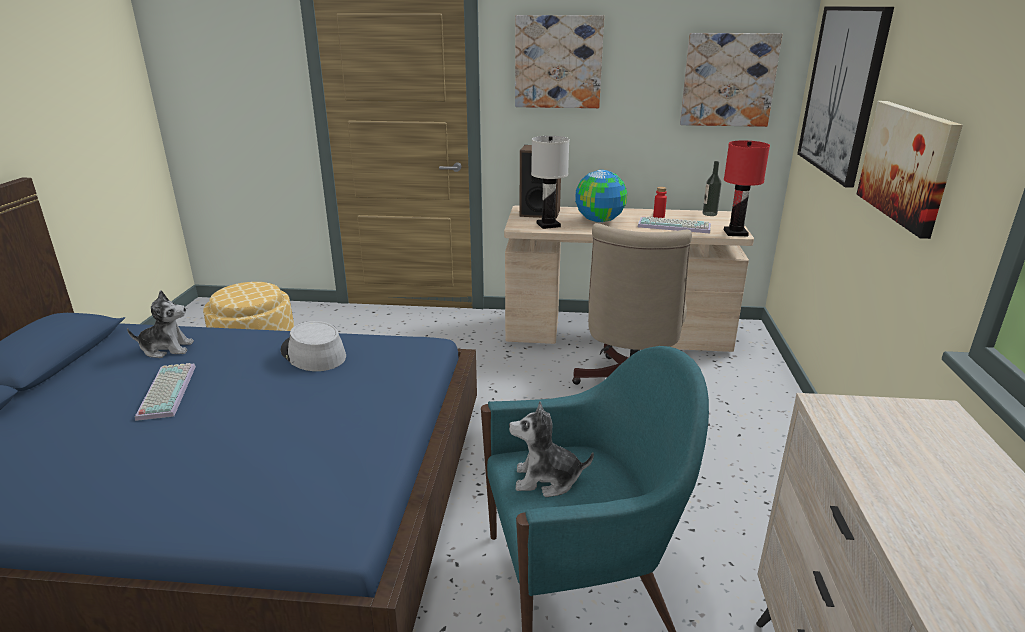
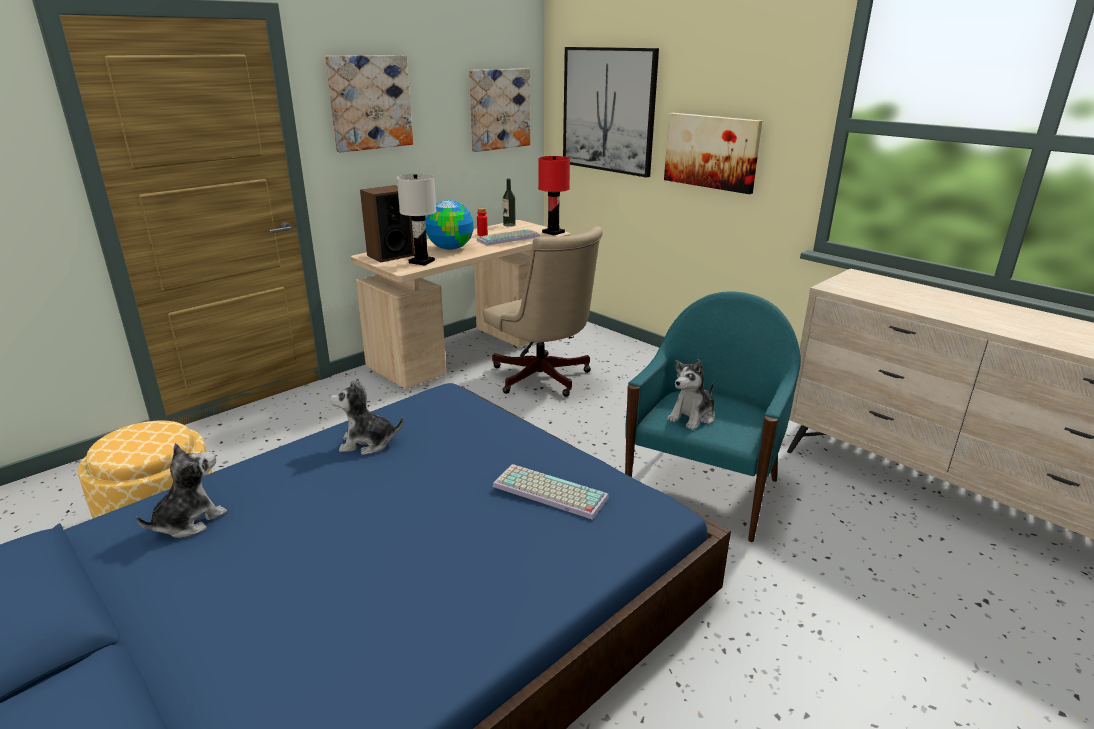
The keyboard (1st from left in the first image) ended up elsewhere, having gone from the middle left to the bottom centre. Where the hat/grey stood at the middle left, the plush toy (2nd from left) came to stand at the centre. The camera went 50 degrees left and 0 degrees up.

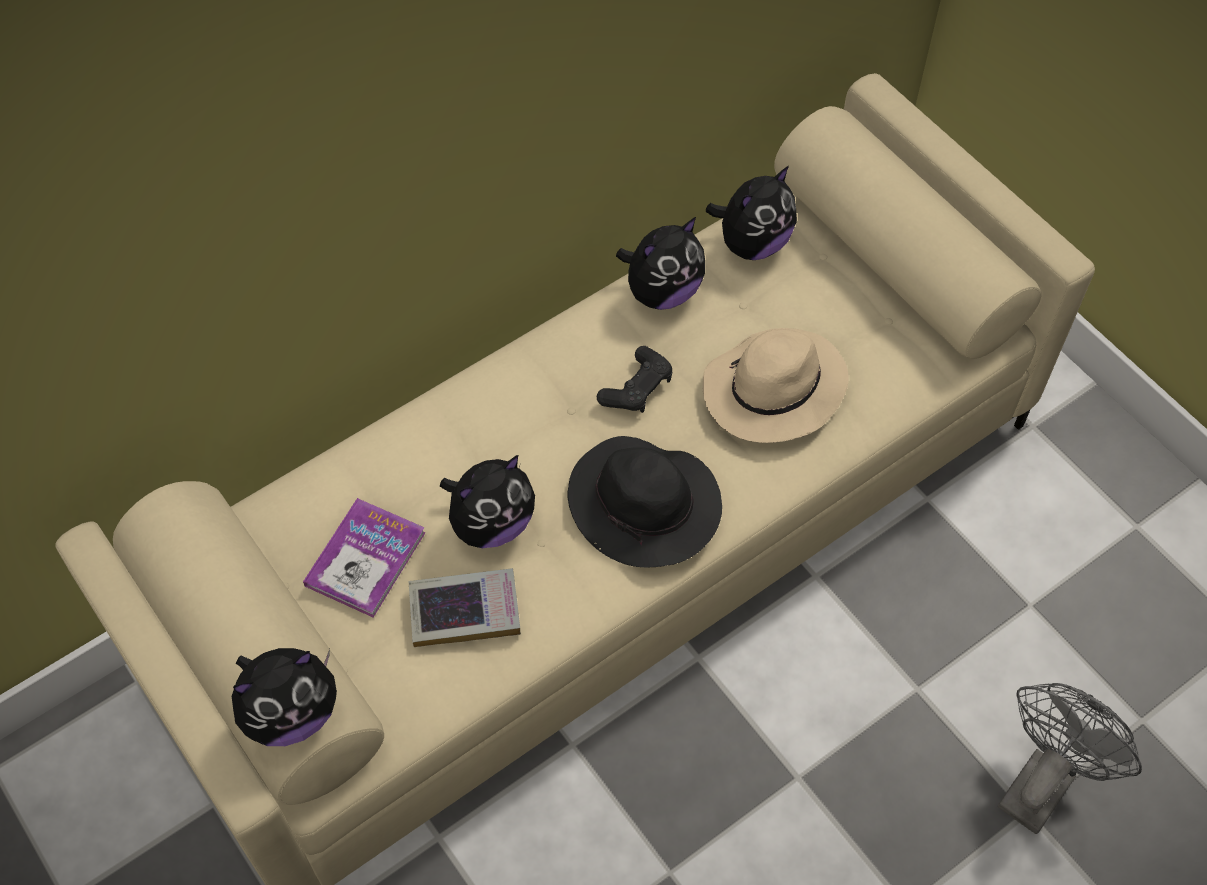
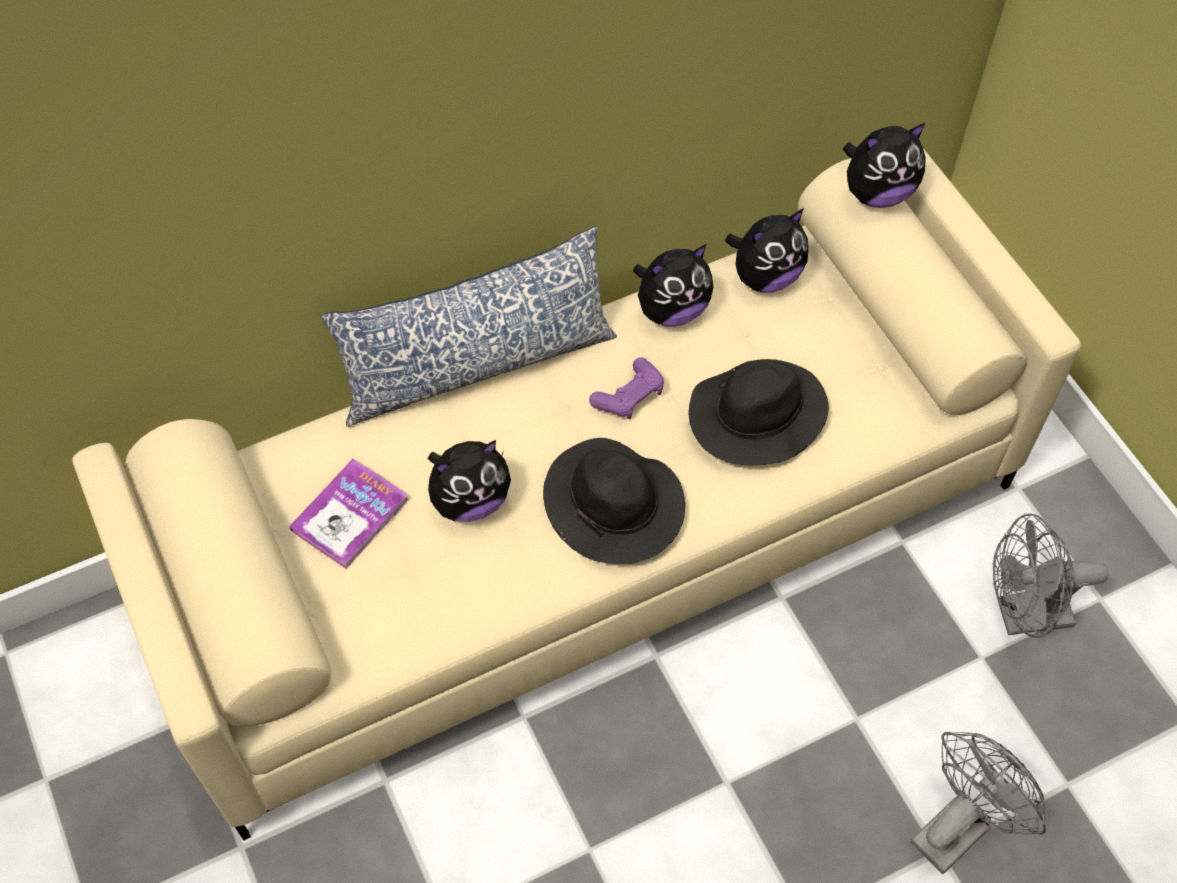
The plush toy (1st from left in the first image) ended up elsewhere, having gone from the bottom left to the top right. The second view lost the book (2nd from left) at the bottom centre. What was the game controller/black at the centre turned into the game controller/purple at the centre. What was the hat/beige at the centre turned into the hat/black (2nd from left) at the centre. The second view gained the pillow at the centre. The second view gained the fan/grey (2nd from left) at the middle right. The camera went 10 degrees right and 0 degrees up.

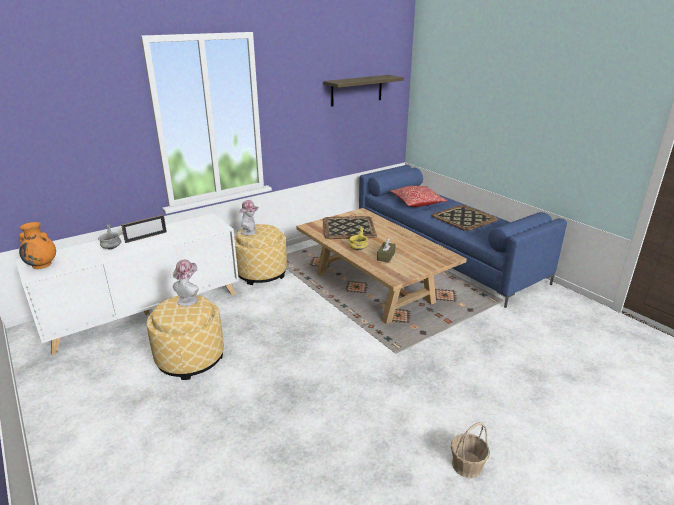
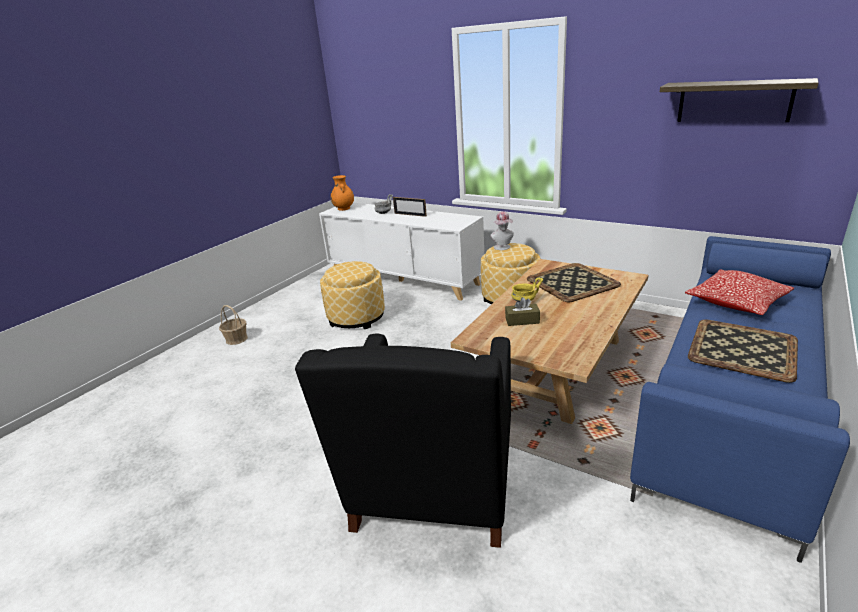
The second view lost the hat (1st from left) at the middle left. The basket ended up elsewhere, having gone from the bottom right to the middle left. The second view gained the armchair/black at the bottom centre. The camera went 70 degrees right and 0 degrees up.

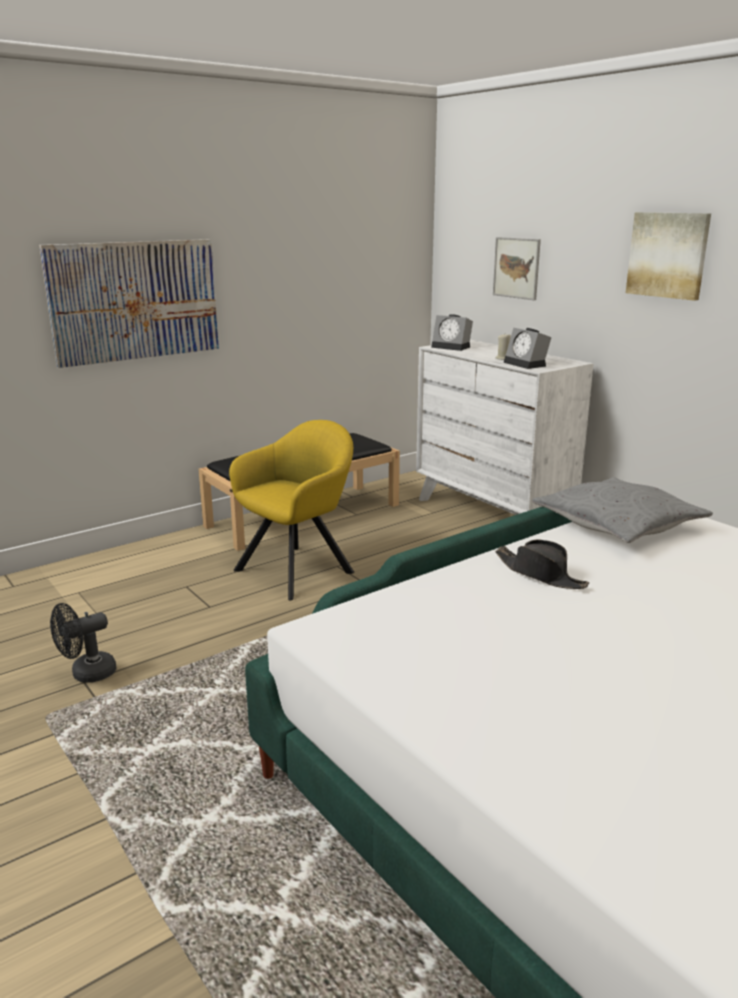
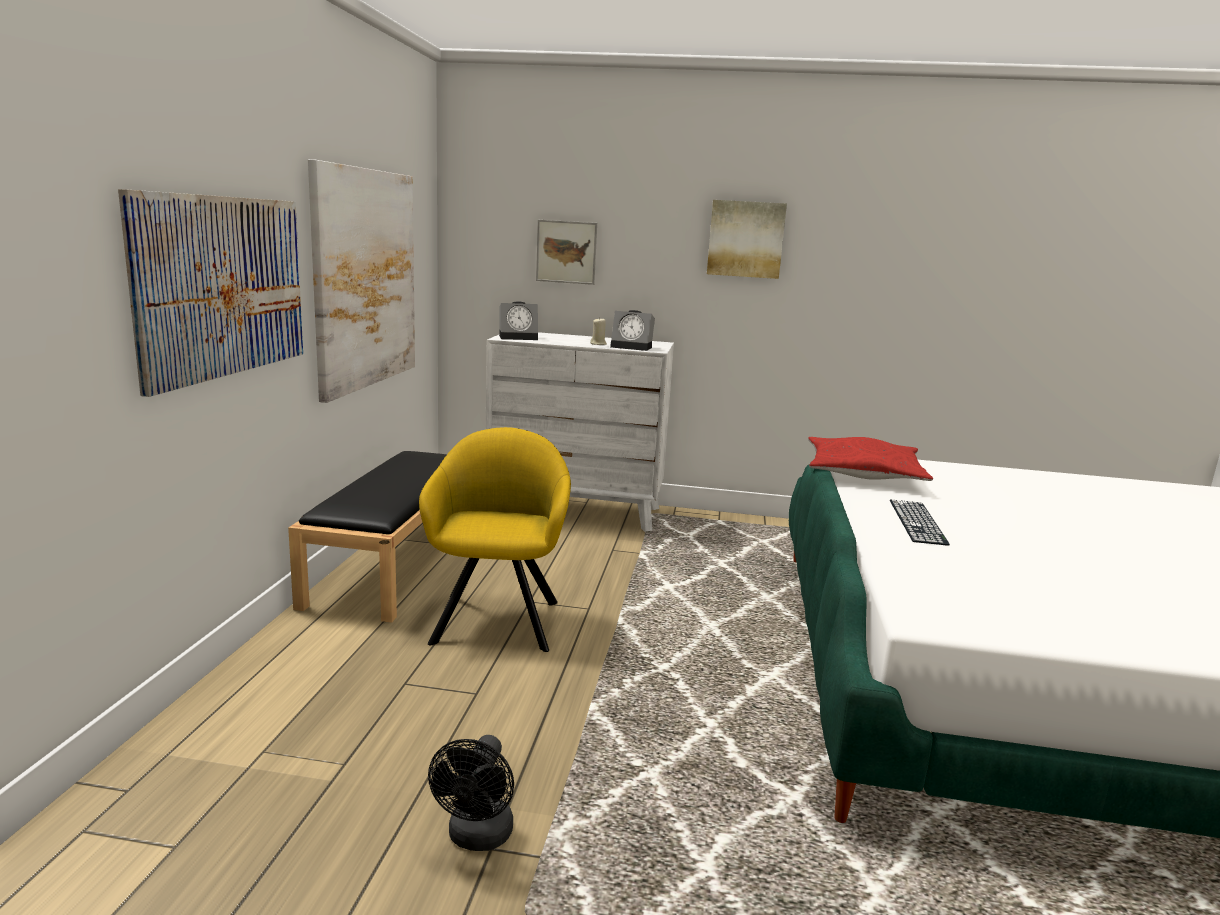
Where the hat/black stood at the middle right, the keyboard came to stand at the middle right. What was the pillow/grey at the middle right turned into the pillow/red at the middle right. The second view gained the picture (2nd from left) at the top left. The camera went 45 degrees left and 5 degrees down.

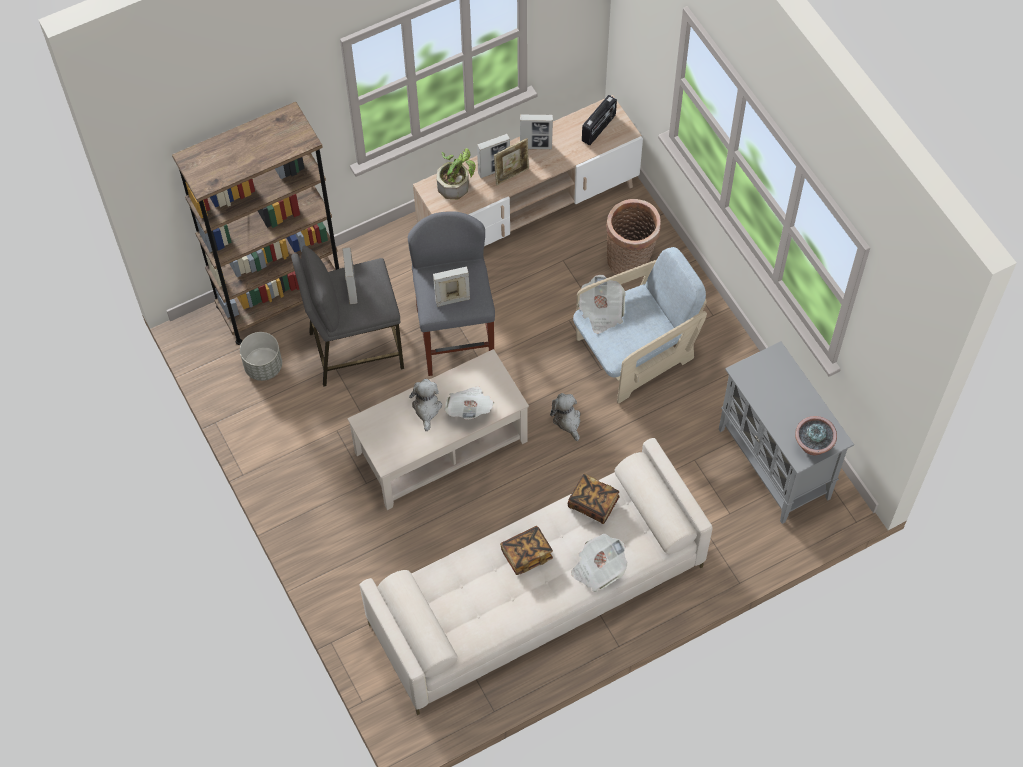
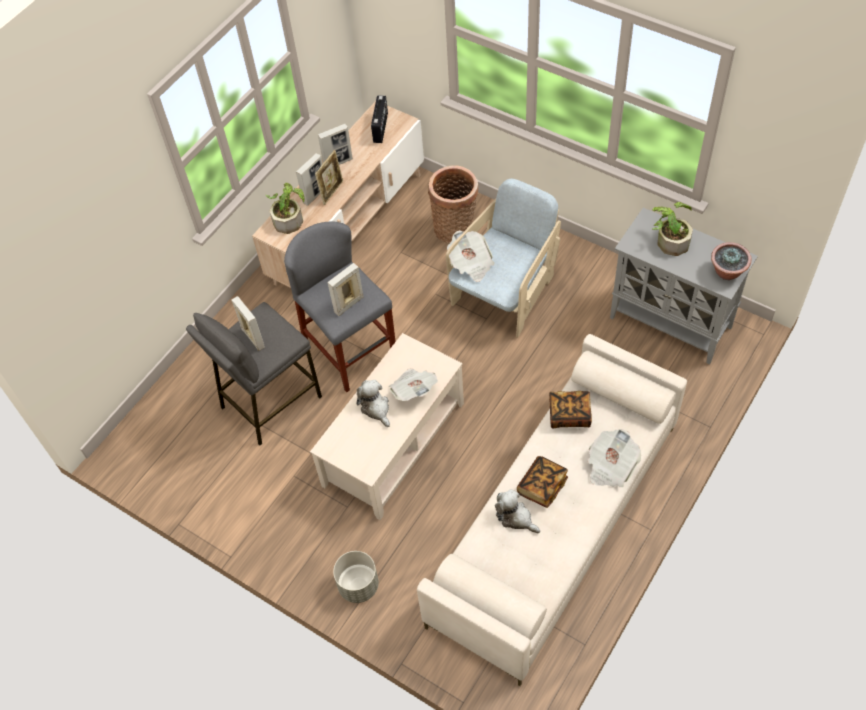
The second view lost the bookcase/brown at the top left. The planter/grey ended up elsewhere, having gone from the middle left to the bottom centre. The plush toy (2nd from left) ended up elsewhere, having gone from the centre to the bottom centre. The second view gained the potted plant (2nd from left) at the top right. The camera went 25 degrees left and 5 degrees down.

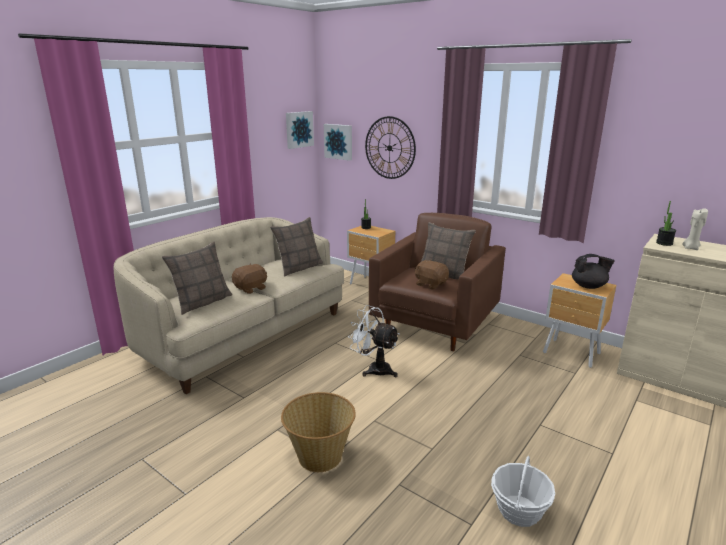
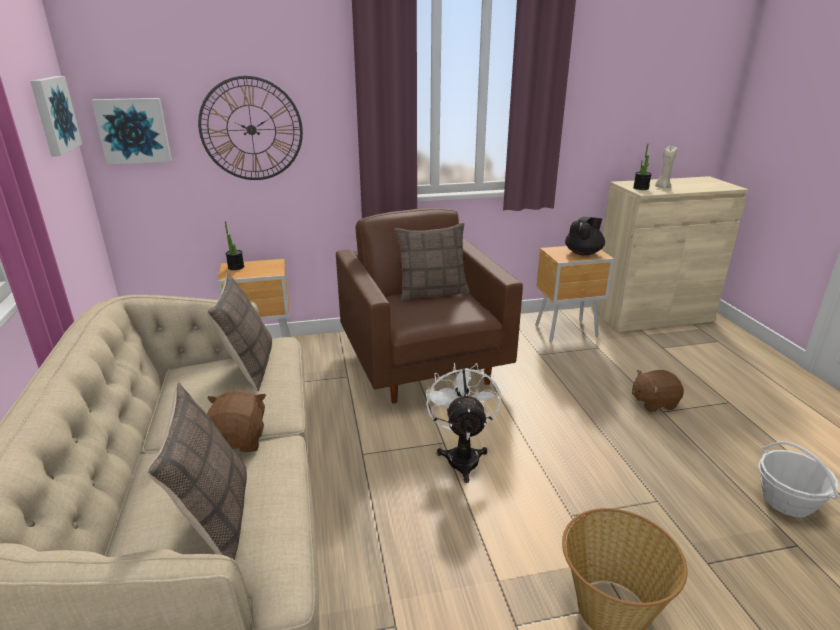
The fan/white at the centre ended up facing another way, 105 degrees clockwise from before. The plush toy/brown (2nd from left) ended up elsewhere, having gone from the centre to the middle right. The camera went 50 degrees left and 5 degrees up.

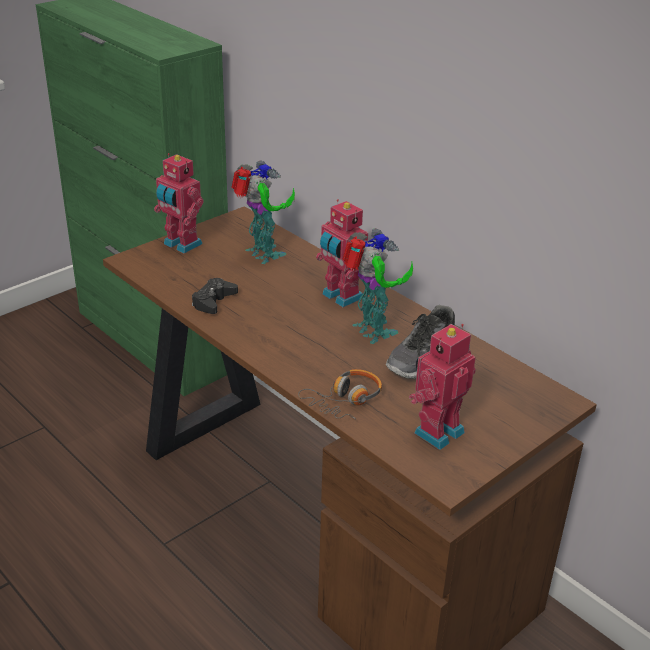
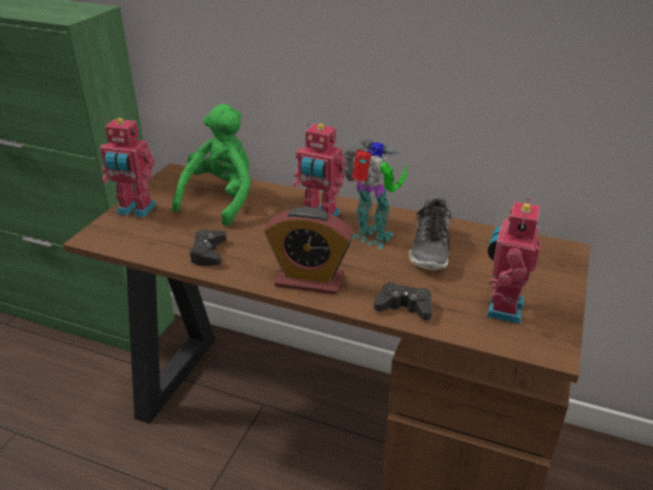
Where the toy robot (2nd from left) stood at the top centre, the plush toy/green came to stand at the middle left. Where the headphones stood at the centre, the game controller/black (2nd from left) came to stand at the centre. The second view gained the alarm clock at the centre. The camera went 25 degrees left and 0 degrees up.

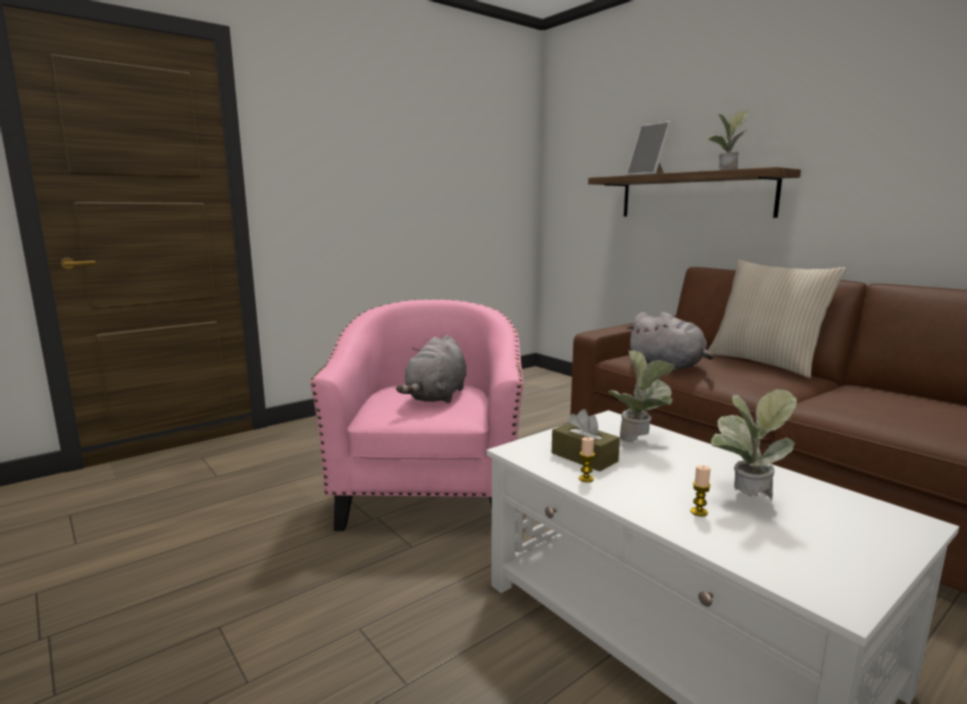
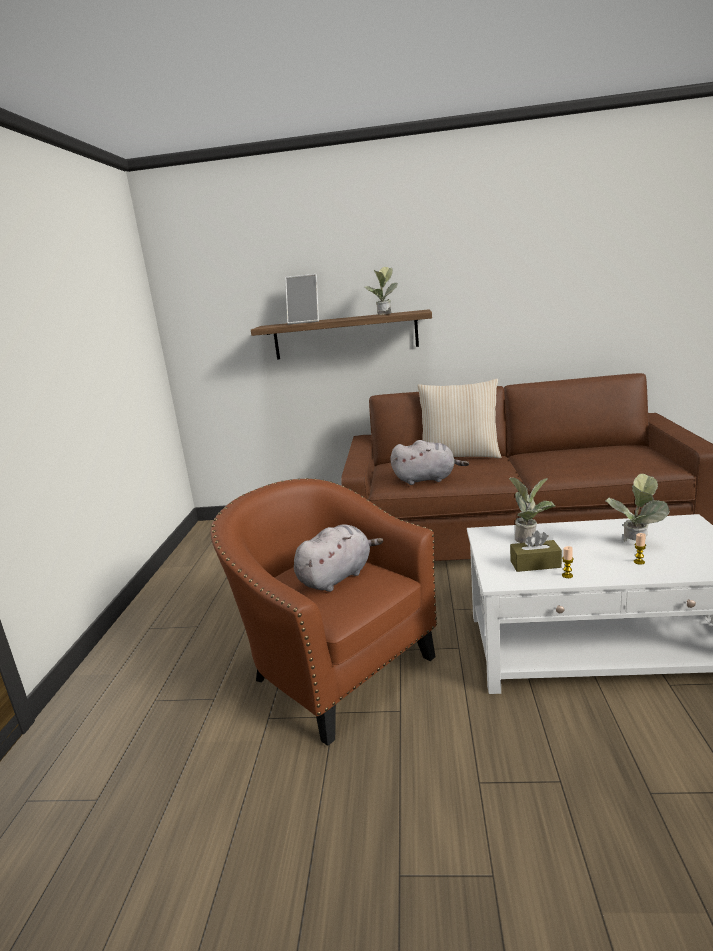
What was the armchair/pink at the centre turned into the armchair/brown at the centre. The plush toy/grey (1st from left) at the centre ended up facing another way, 105 degrees counterclockwise from before. The camera went 45 degrees left and 5 degrees up.

